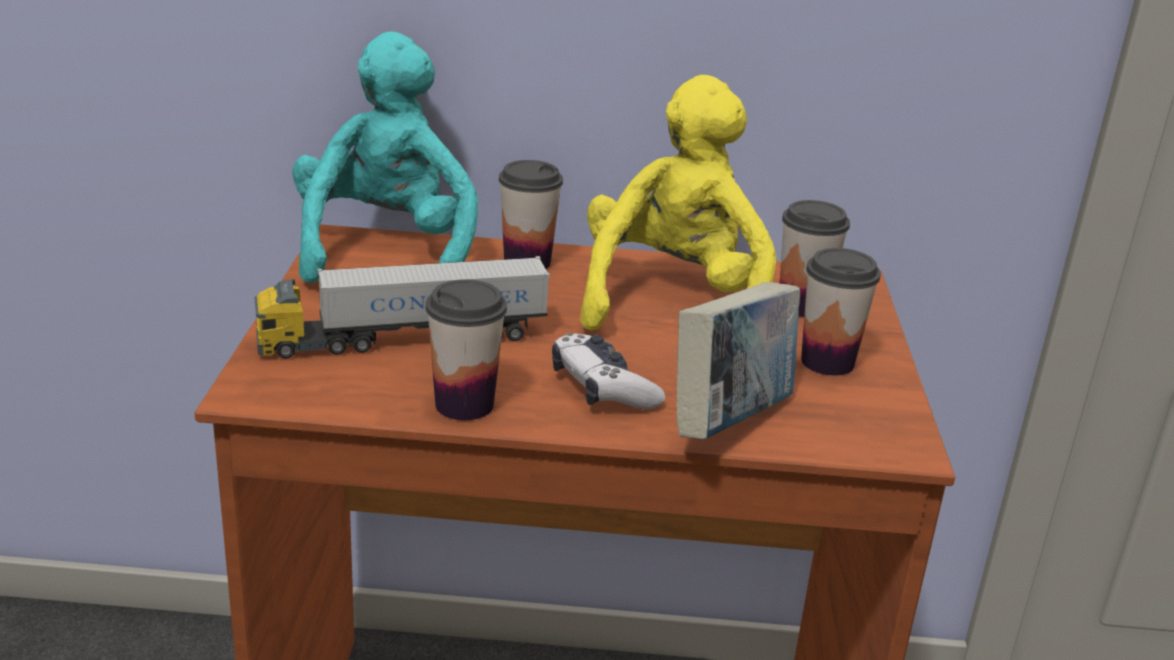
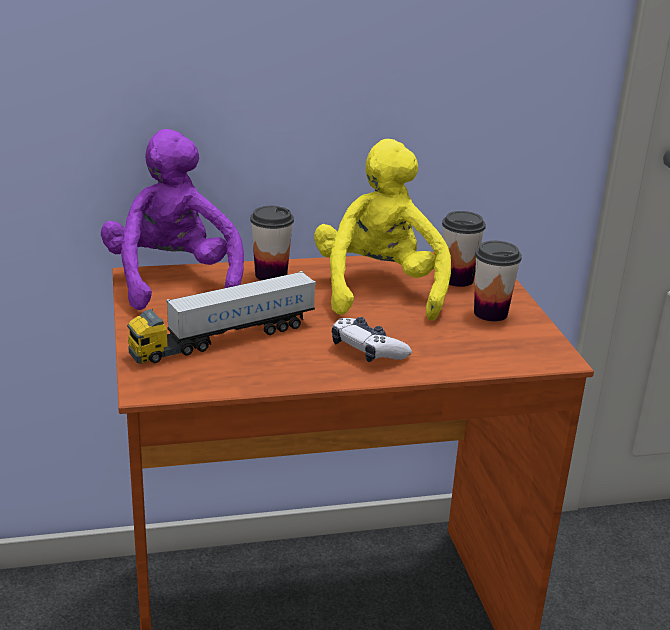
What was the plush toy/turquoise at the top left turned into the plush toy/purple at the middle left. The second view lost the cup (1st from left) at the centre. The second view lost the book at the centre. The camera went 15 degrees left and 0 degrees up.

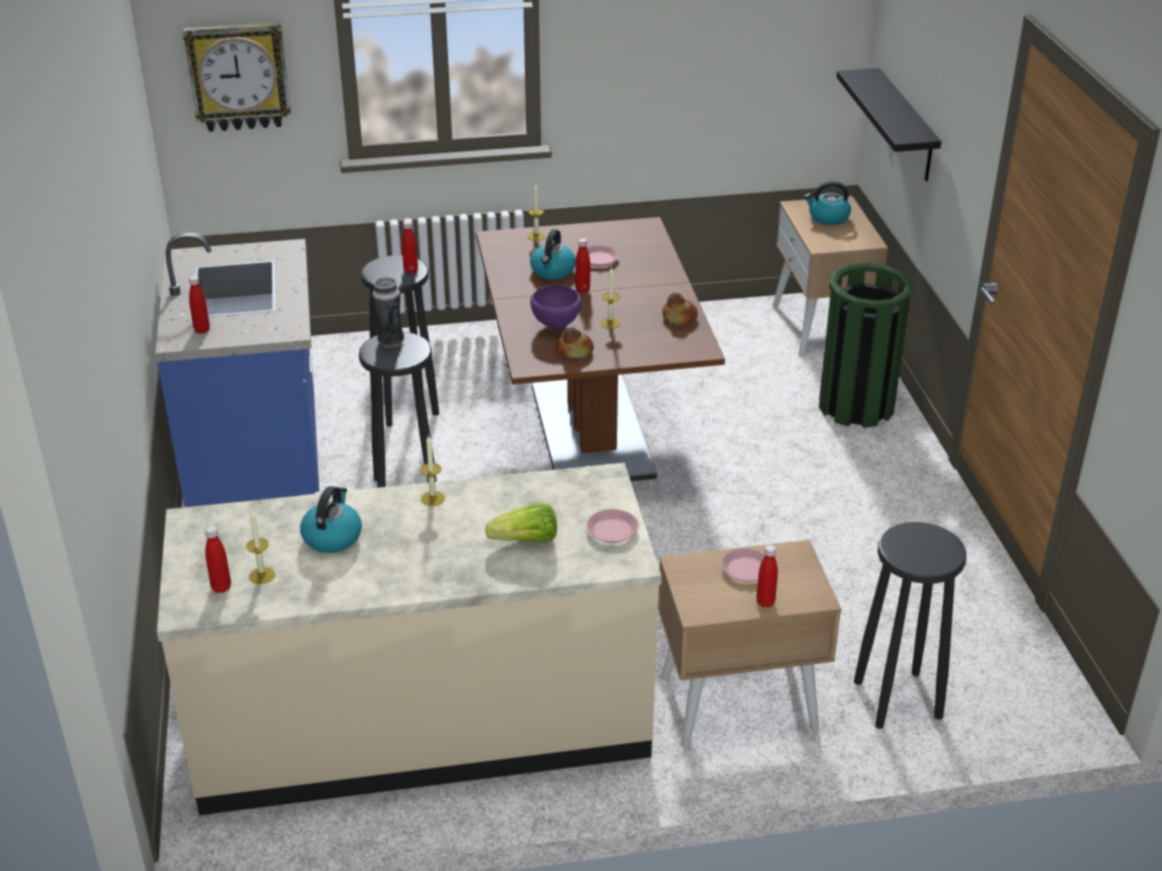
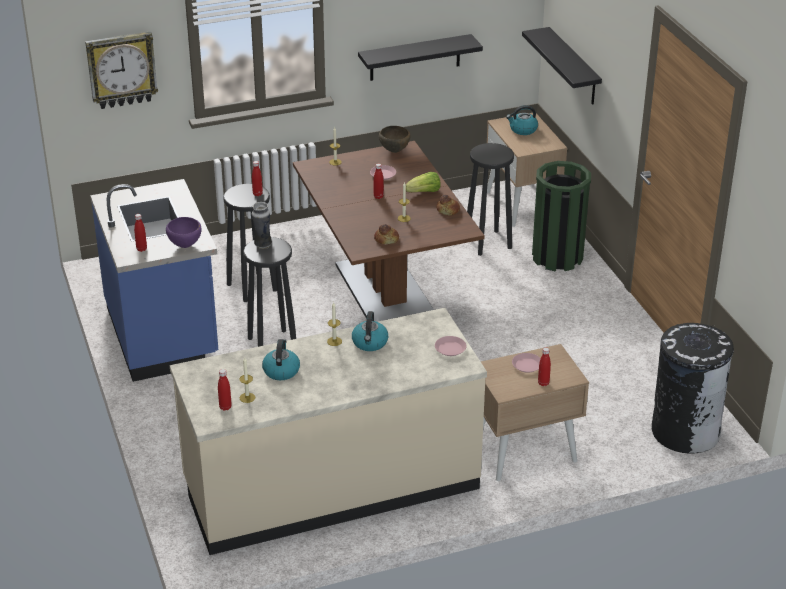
The lettuce ended up elsewhere, having gone from the centre to the top centre. The kettle (2nd from left) ended up elsewhere, having gone from the top centre to the centre. The bowl/purple ended up elsewhere, having gone from the centre to the middle left. The stool/black (3rd from left) ended up elsewhere, having gone from the bottom right to the centre. The second view gained the shelf/black (1st from left) at the top centre. The second view gained the bowl/brown at the top centre. The second view gained the trash can/black at the middle right. The camera went 10 degrees left and 0 degrees up.

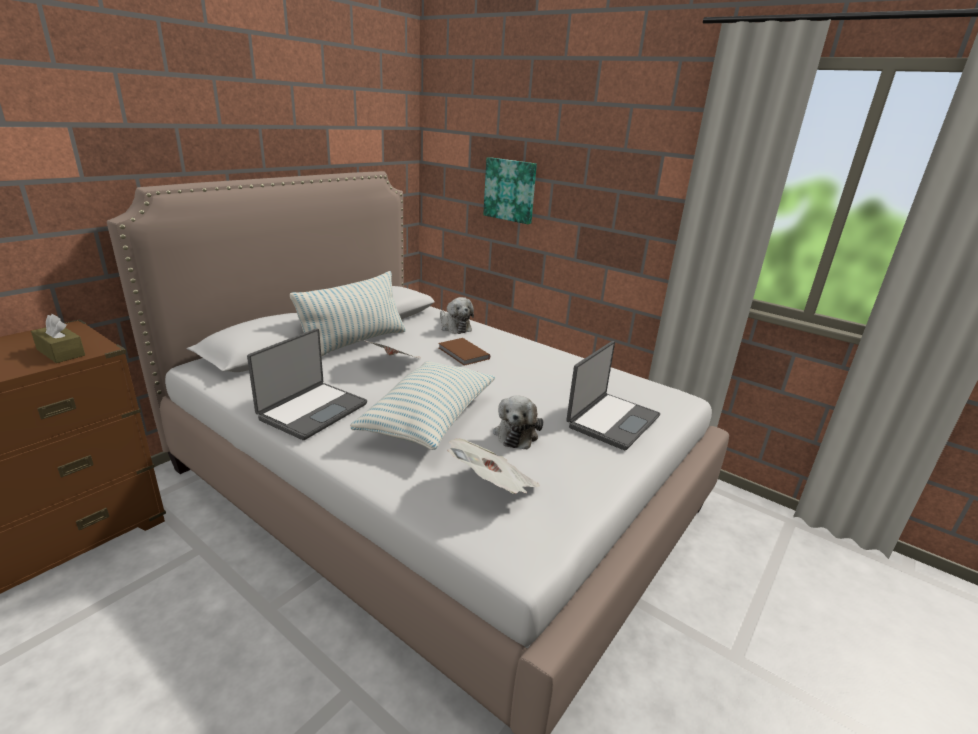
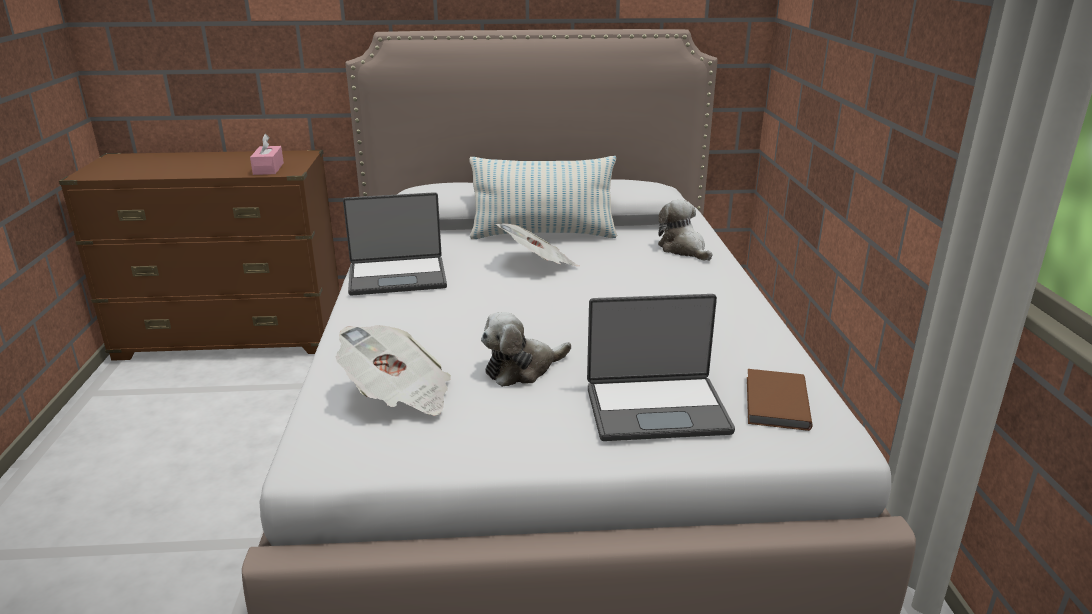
What was the tissue box/brown at the middle left turned into the tissue box/pink at the top left. The second view lost the pillow (2nd from left) at the centre. The book/brown ended up elsewhere, having gone from the centre to the middle right. The plush toy (1st from left in the first image) at the centre ended up facing another way, 135 degrees clockwise from before. The second view lost the picture at the top centre. The camera went 50 degrees right and 0 degrees up.

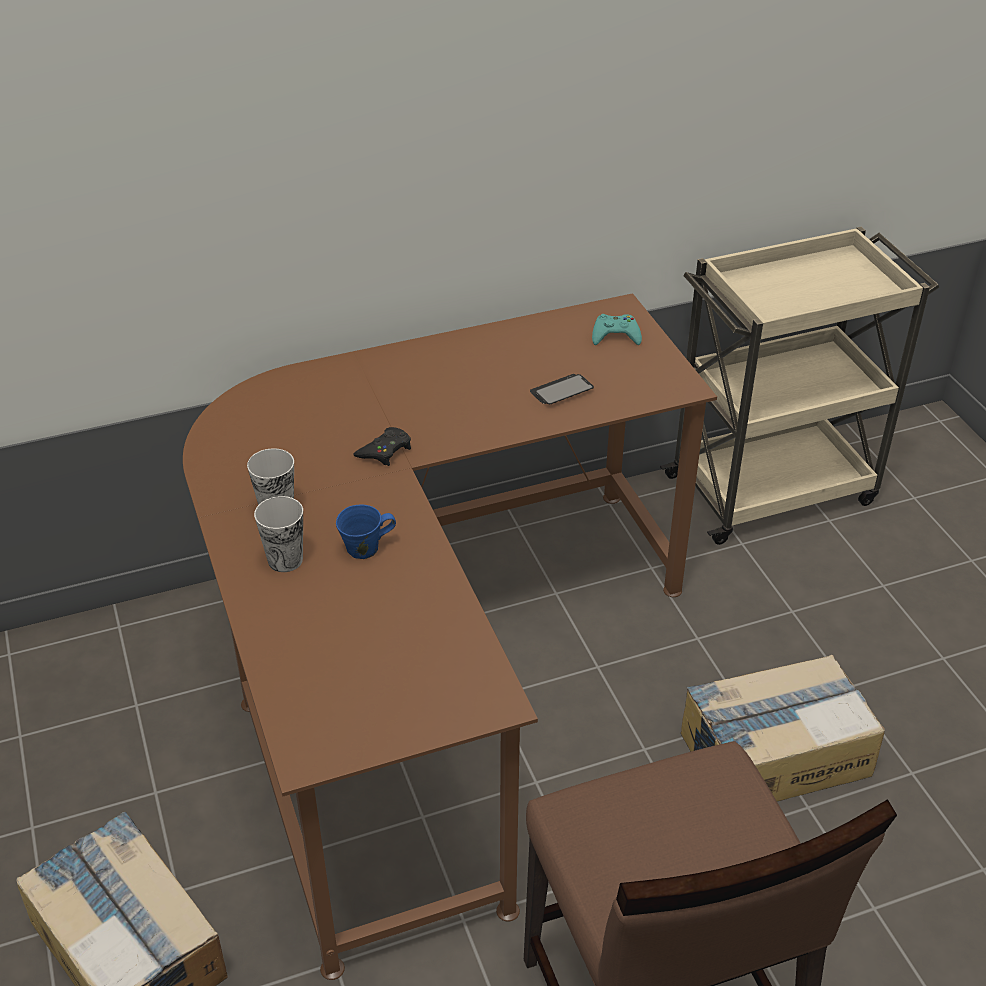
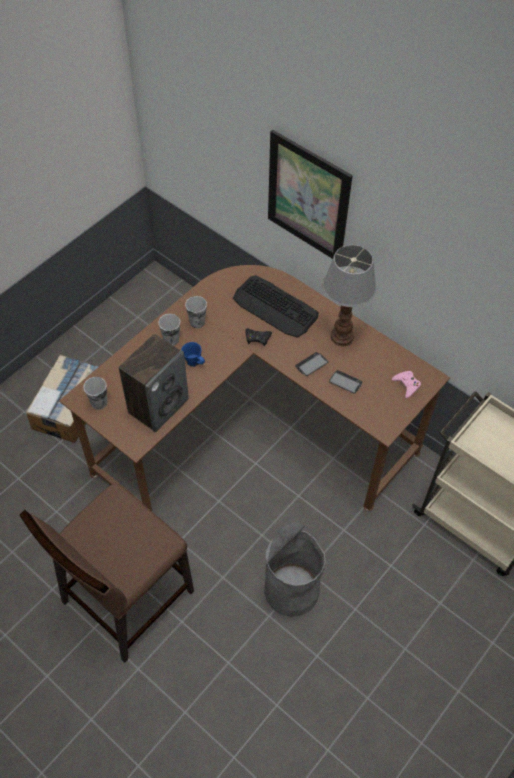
What was the game controller/turquoise at the centre turned into the game controller/pink at the middle right. Where the cardboard box (2nd from left) stood at the bottom right, the trash can/grey came to stand at the bottom centre. The second view gained the cup (1st from left) at the middle left. The second view gained the speaker at the middle left. The second view gained the keyboard at the centre. The second view gained the picture at the top centre. The second view gained the phone (1st from left) at the centre. The second view gained the table lamp at the middle right. The camera went 60 degrees right and 15 degrees up.

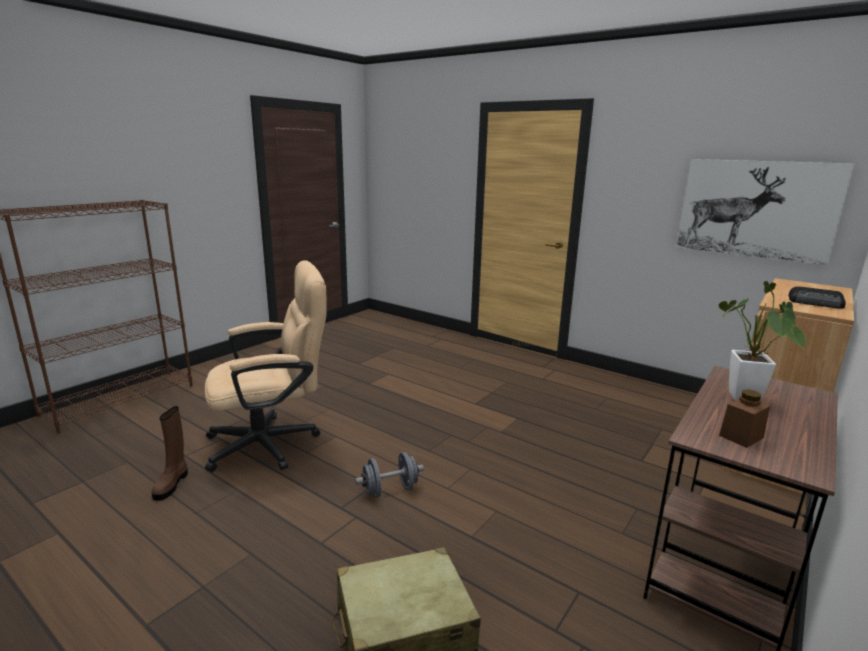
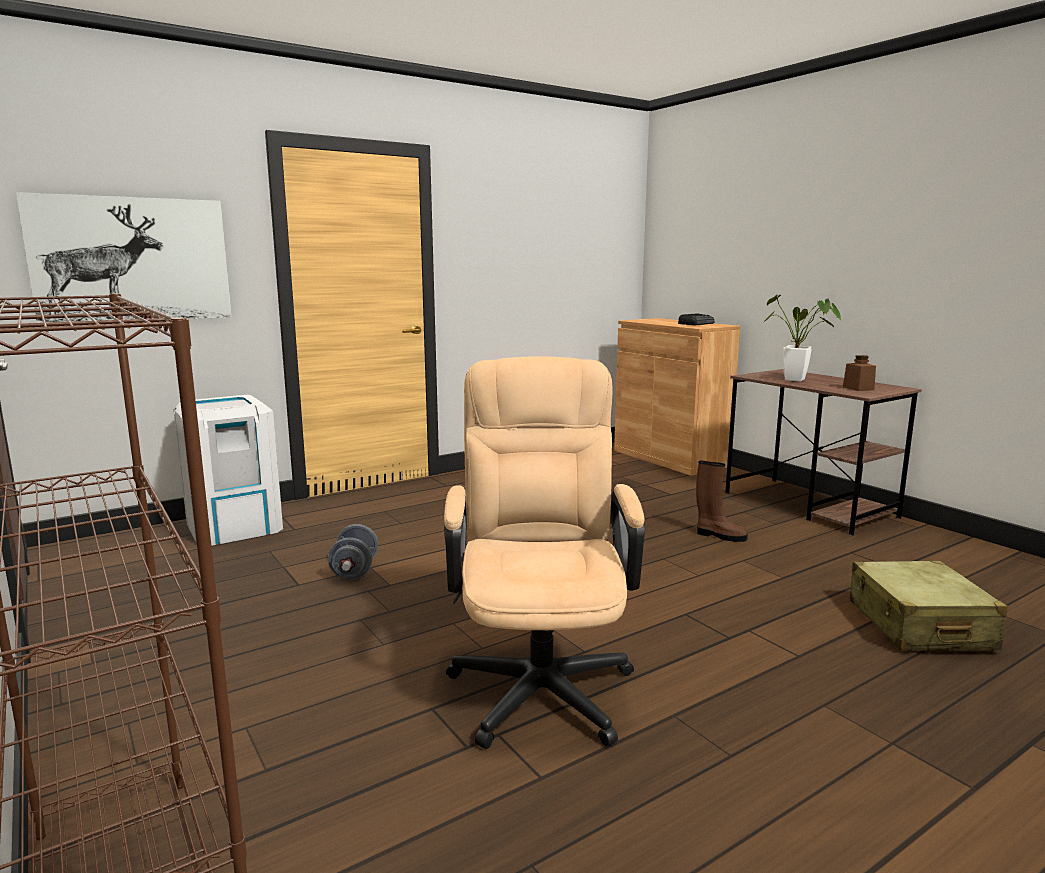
The boot/brown ended up elsewhere, having gone from the bottom left to the middle right. The dumbbell/grey ended up elsewhere, having gone from the bottom centre to the centre. The picture ended up elsewhere, having gone from the top right to the top left. The second view gained the trash can/white at the middle left. The camera went 70 degrees left and 5 degrees down.

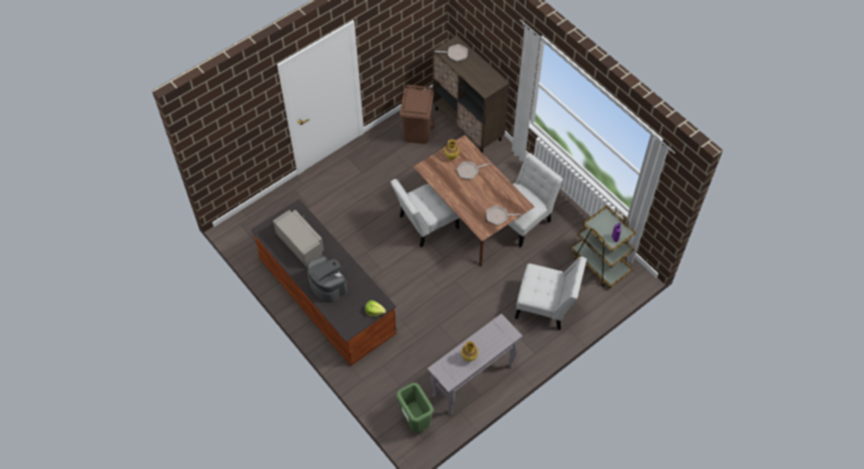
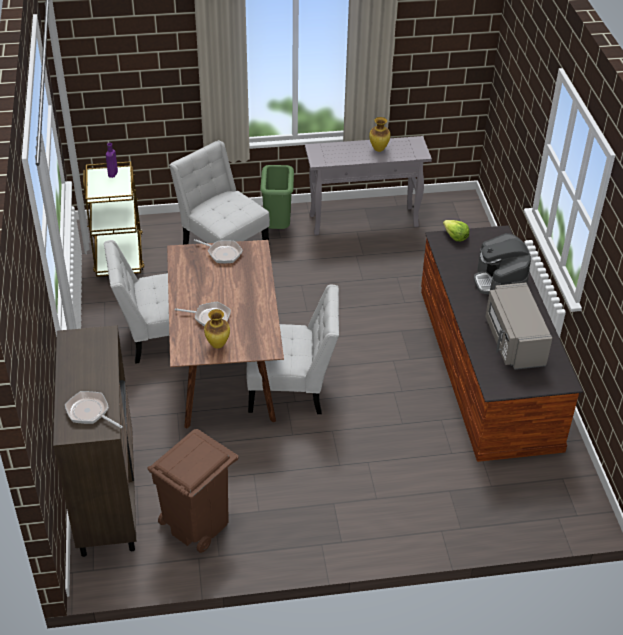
The trash can/green ended up elsewhere, having gone from the bottom centre to the top centre. The camera went 150 degrees left and 15 degrees down.

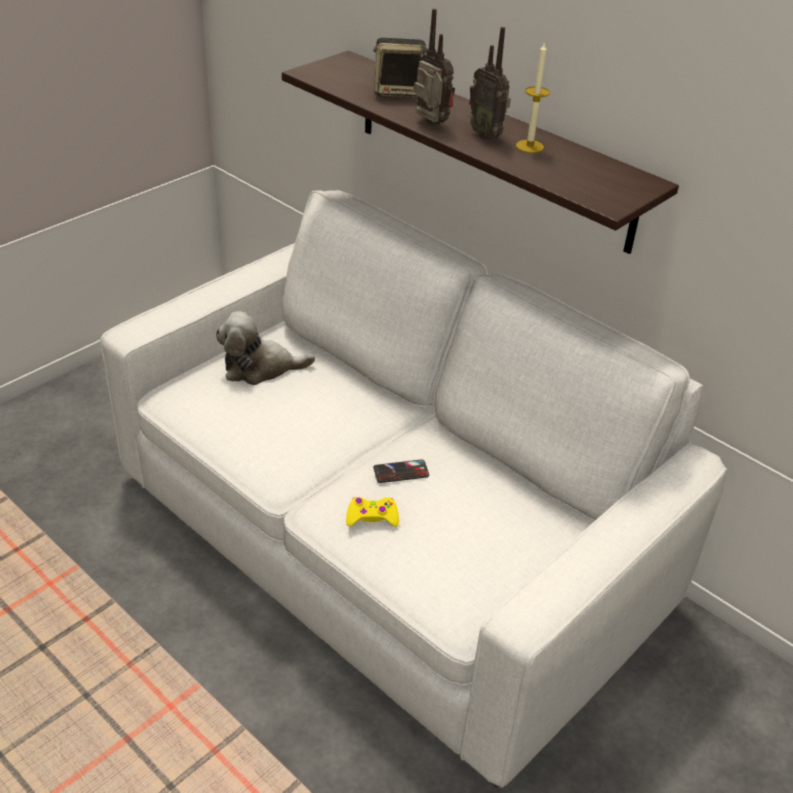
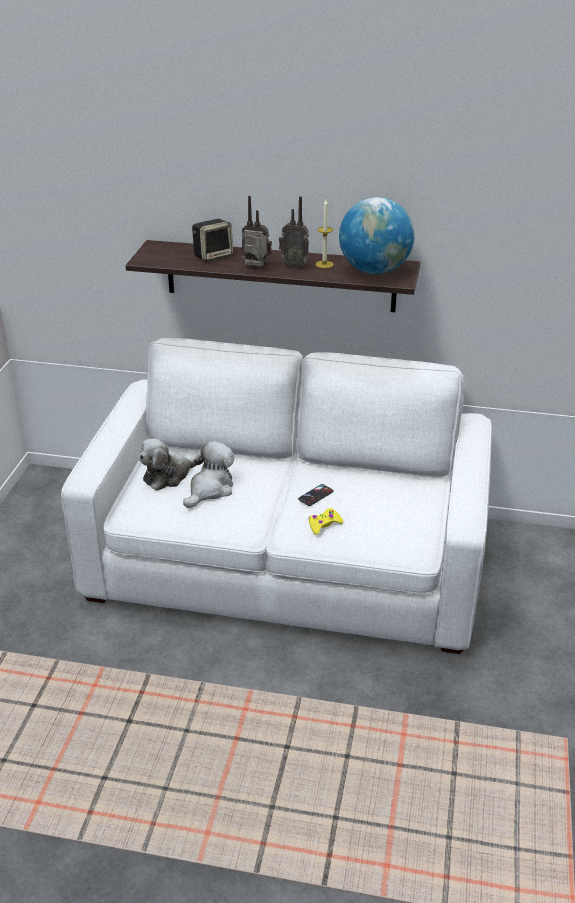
The second view gained the plush toy (2nd from left) at the centre. The second view gained the globe at the top centre. The camera went 30 degrees left and 5 degrees down.

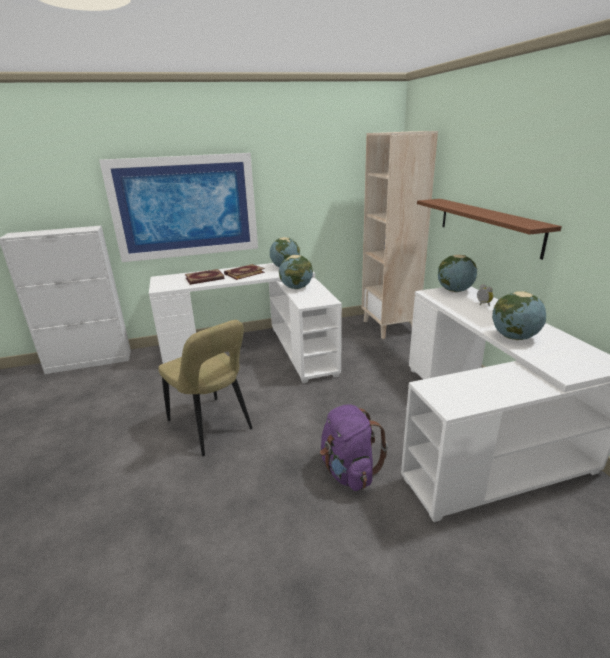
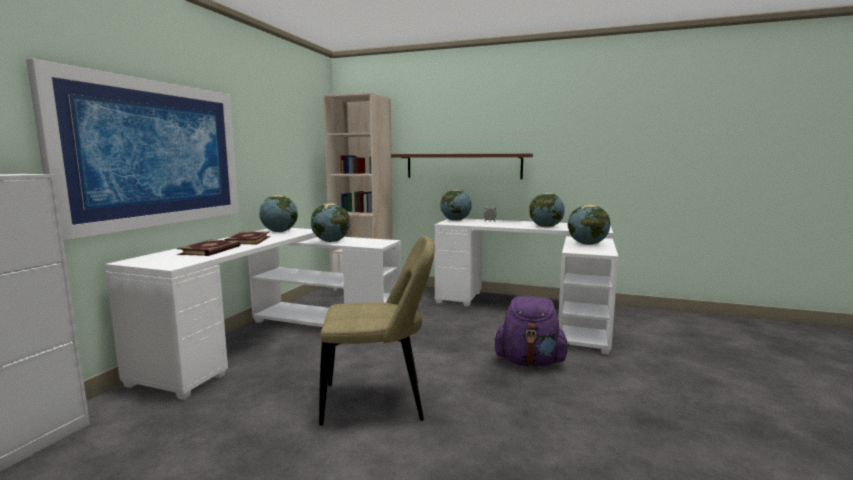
The second view gained the globe (5th from left) at the middle right. The camera went 55 degrees left and 15 degrees down.

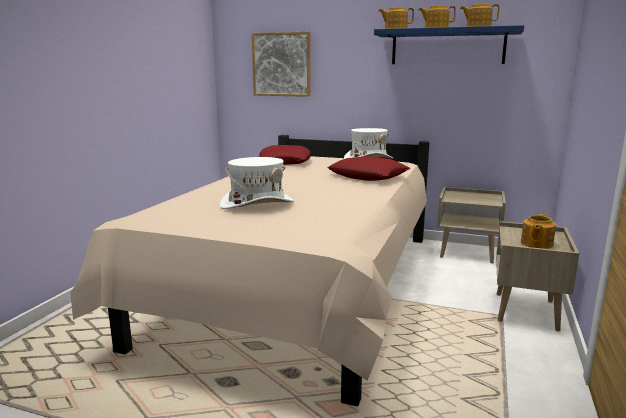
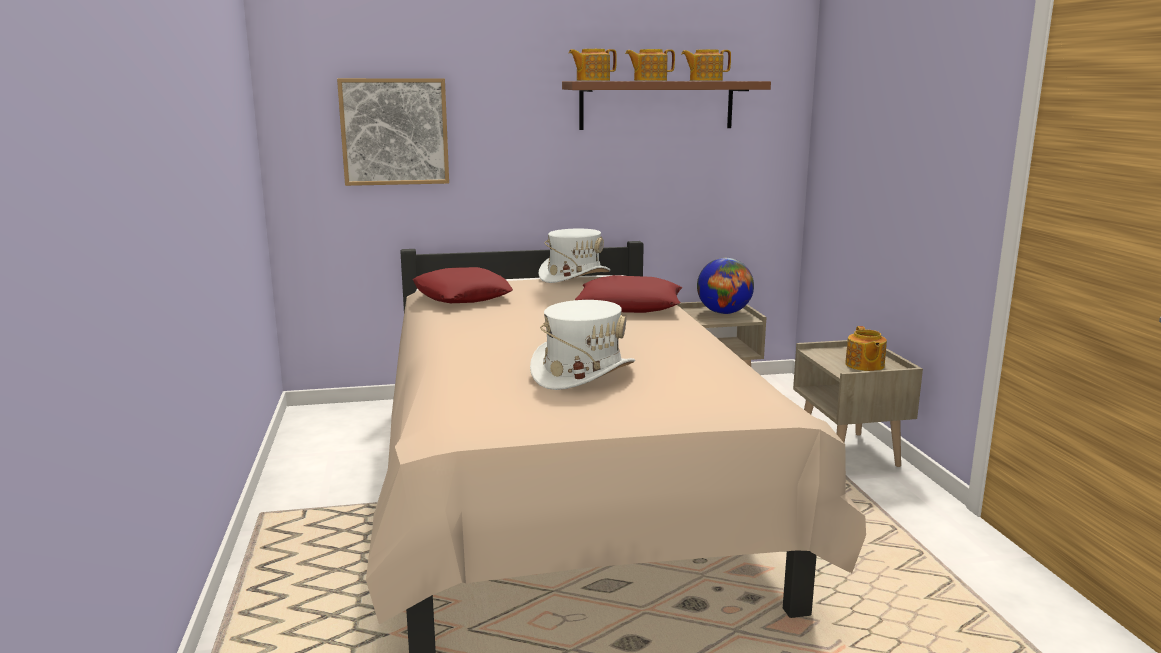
What was the shelf/blue at the top right turned into the shelf/brown at the top centre. The second view gained the globe at the centre. The camera went 30 degrees left and 0 degrees up.

